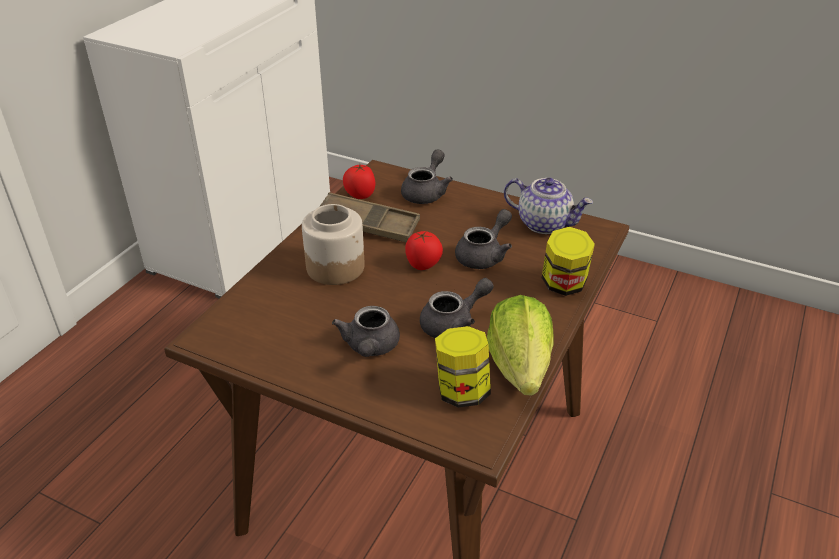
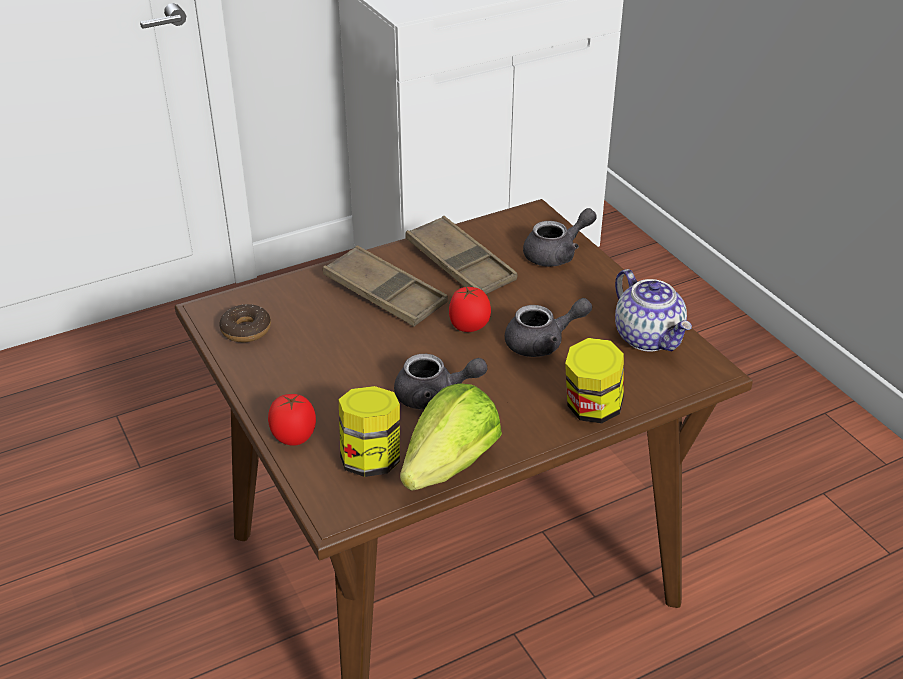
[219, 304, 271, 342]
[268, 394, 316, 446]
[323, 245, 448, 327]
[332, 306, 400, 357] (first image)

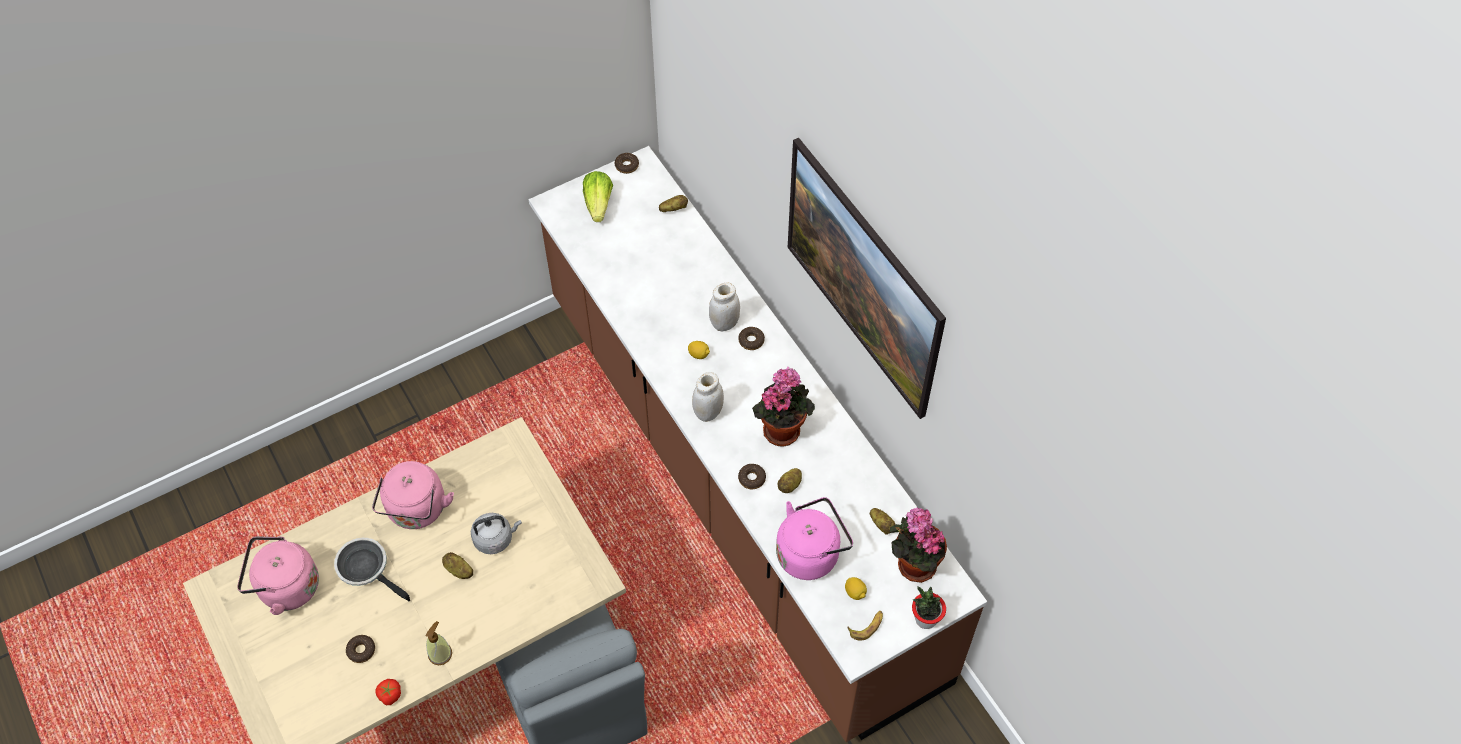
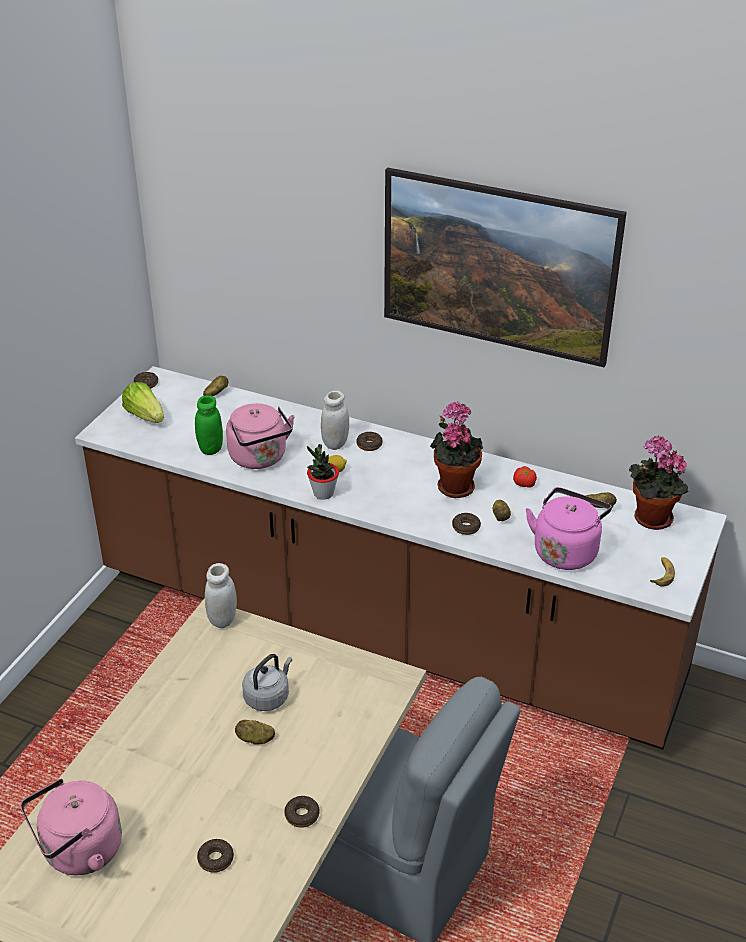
[195, 395, 223, 455]
[205, 563, 237, 628]
[226, 403, 295, 469]
[284, 796, 320, 828]
[307, 444, 339, 500]
[513, 466, 537, 488]
[334, 538, 410, 601] (first image)
[845, 577, 867, 600] (first image)

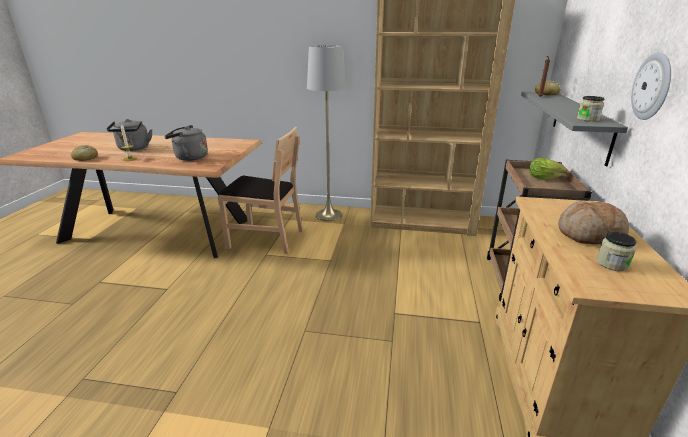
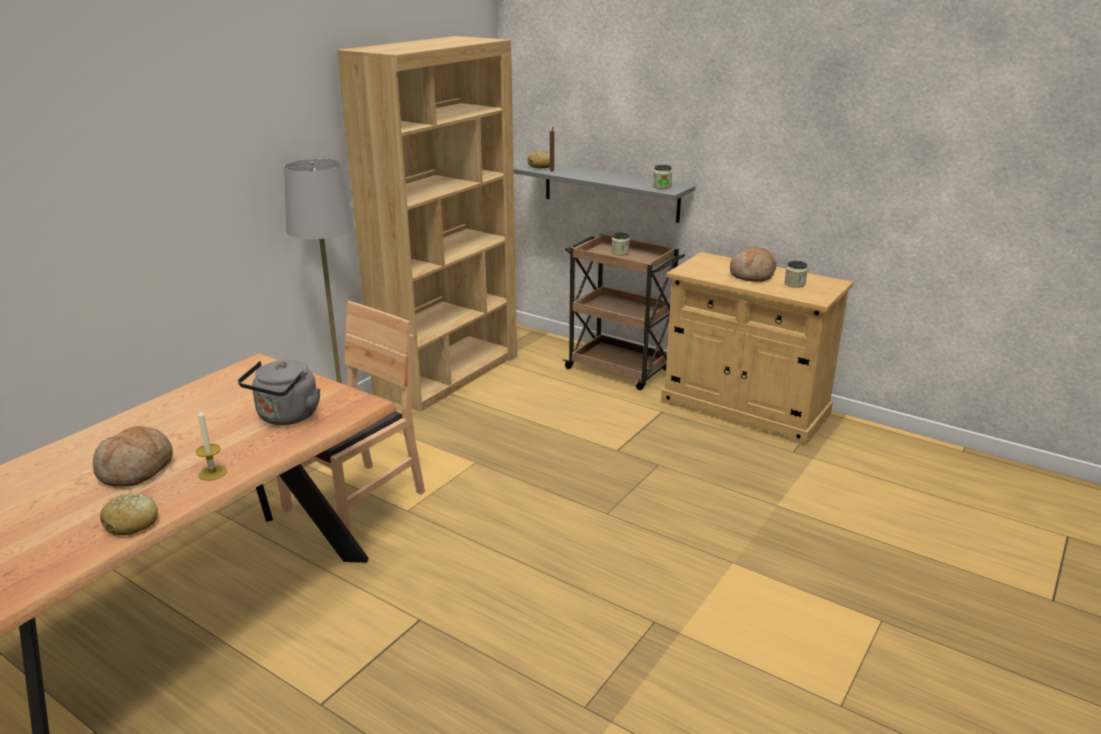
[93, 426, 173, 487]
[611, 232, 630, 256]
[631, 52, 671, 120] (first image)

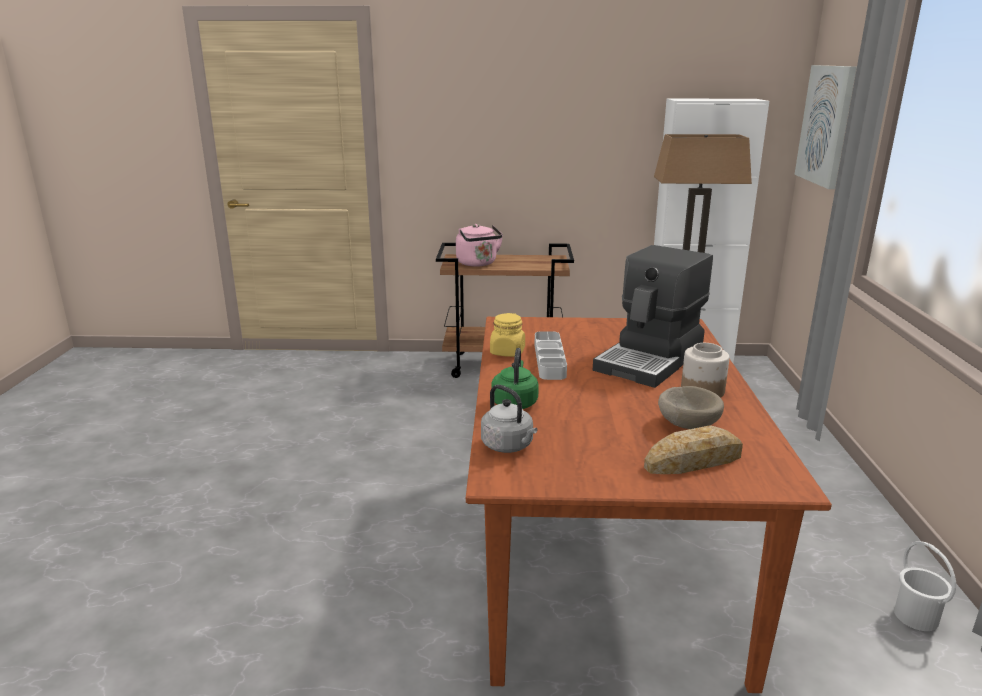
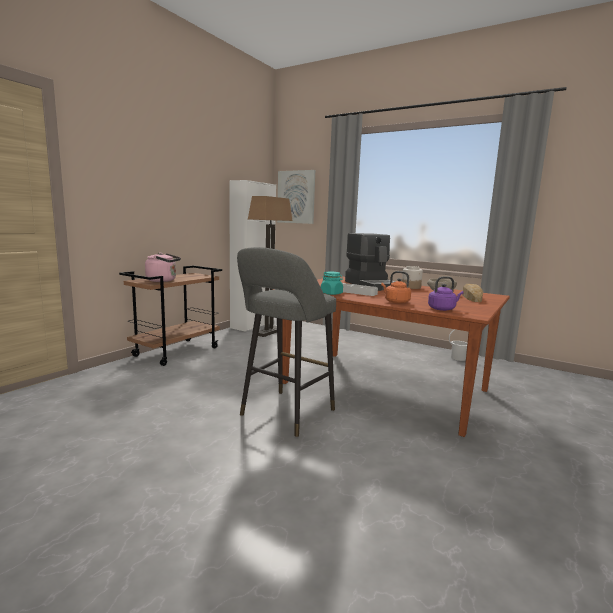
[237, 247, 336, 437]
[321, 271, 343, 295]
[381, 271, 411, 303]
[428, 276, 464, 311]

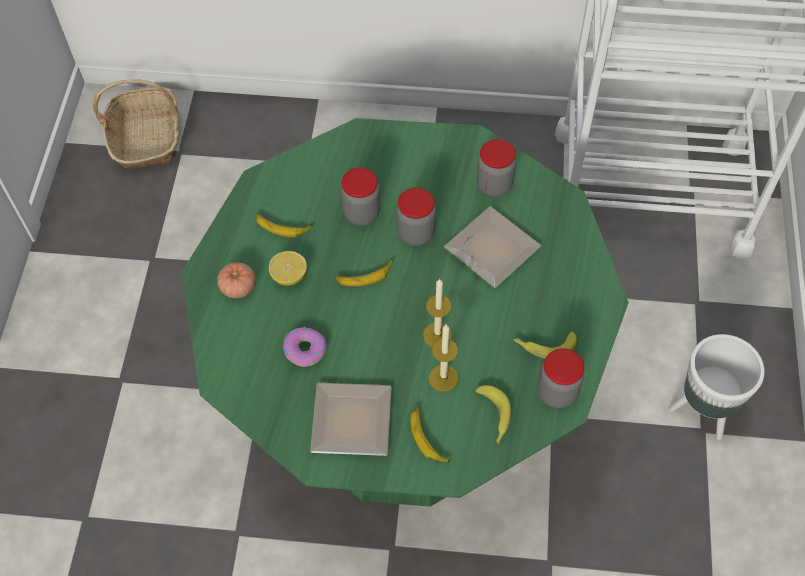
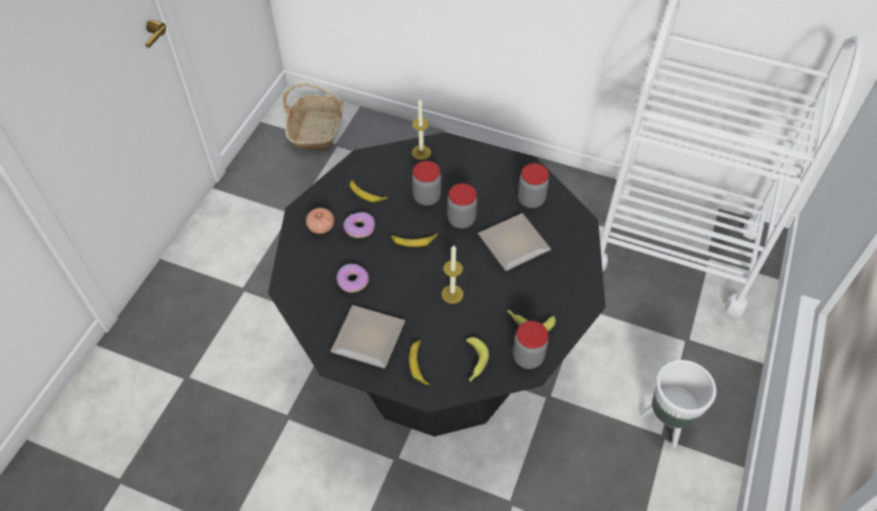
[268, 132, 606, 437]
[343, 212, 375, 238]
[412, 99, 431, 160]

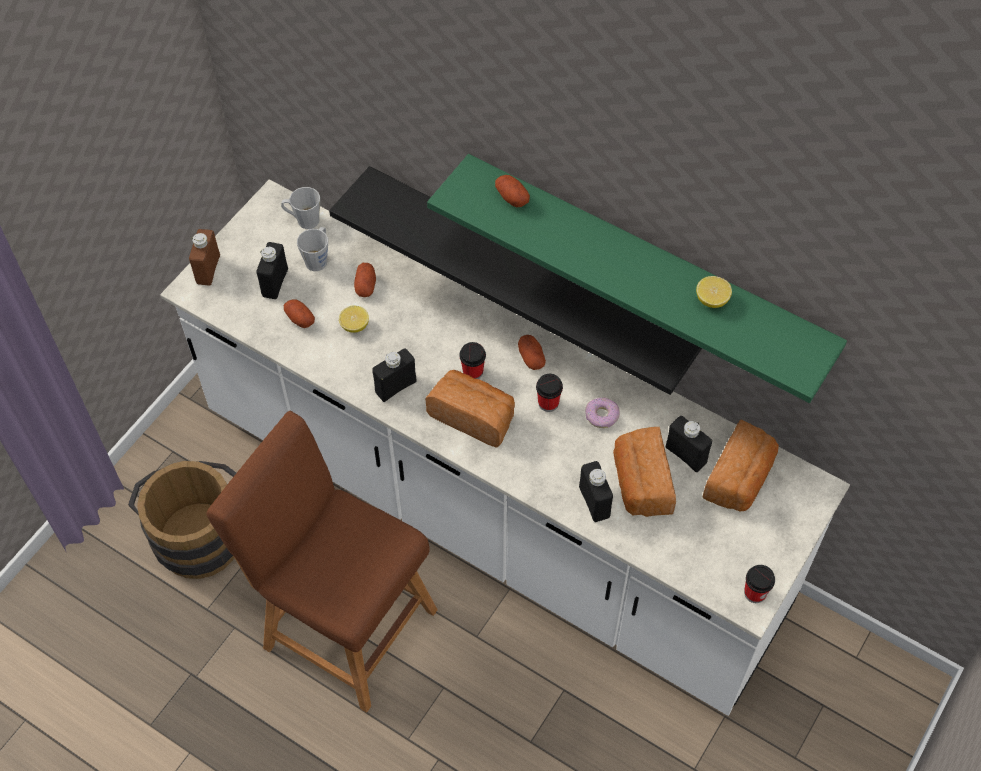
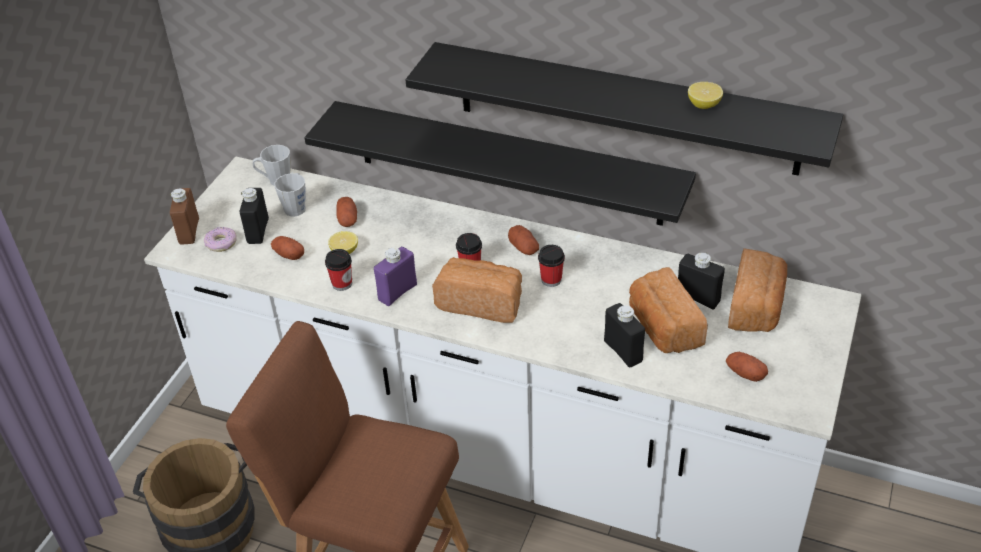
[204, 227, 237, 252]
[325, 249, 352, 291]
[374, 247, 417, 306]
[406, 42, 843, 176]
[726, 352, 768, 382]

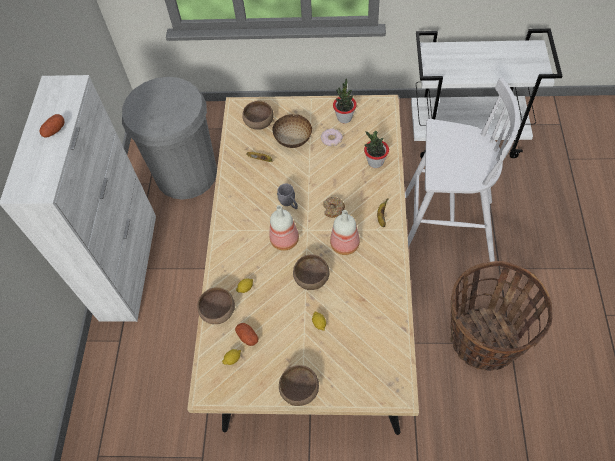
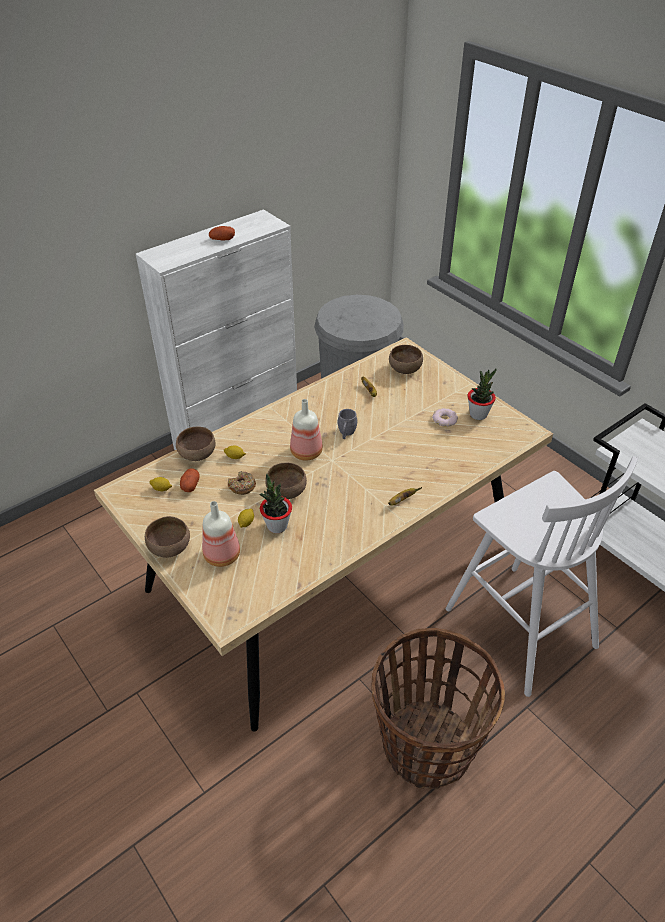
[202, 501, 240, 567]
[228, 471, 256, 495]
[259, 474, 292, 533]
[273, 114, 312, 148] (first image)

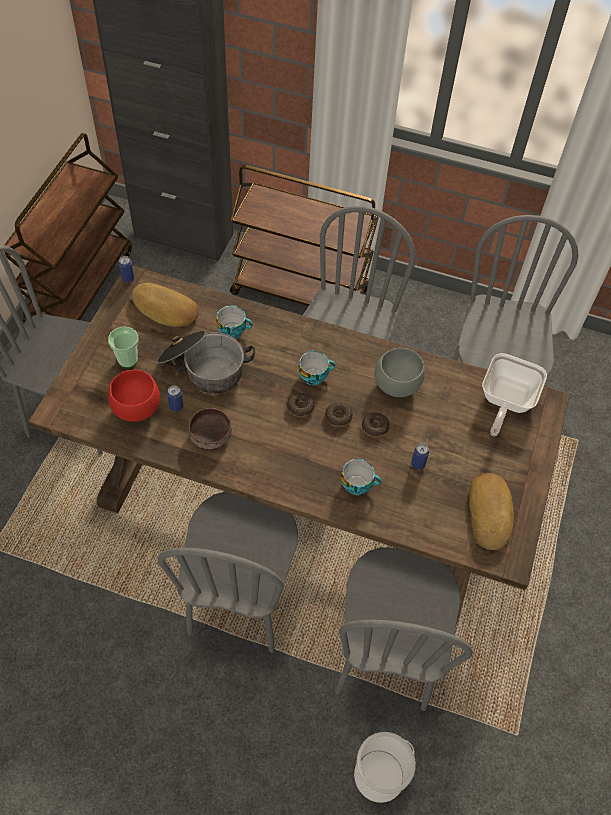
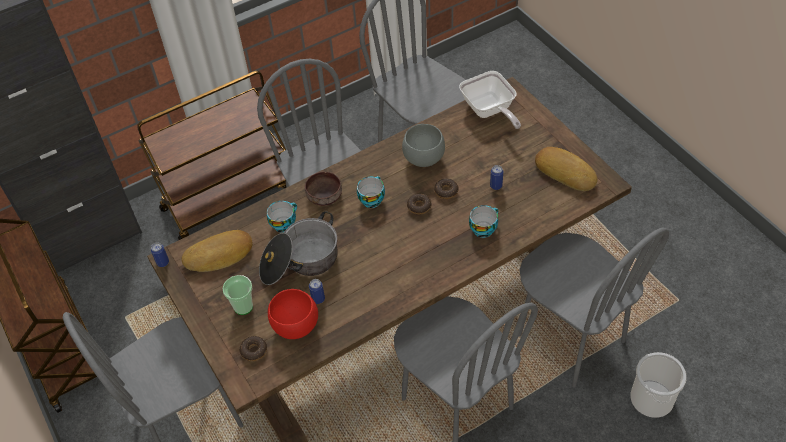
[239, 336, 267, 361]
[305, 171, 342, 206]

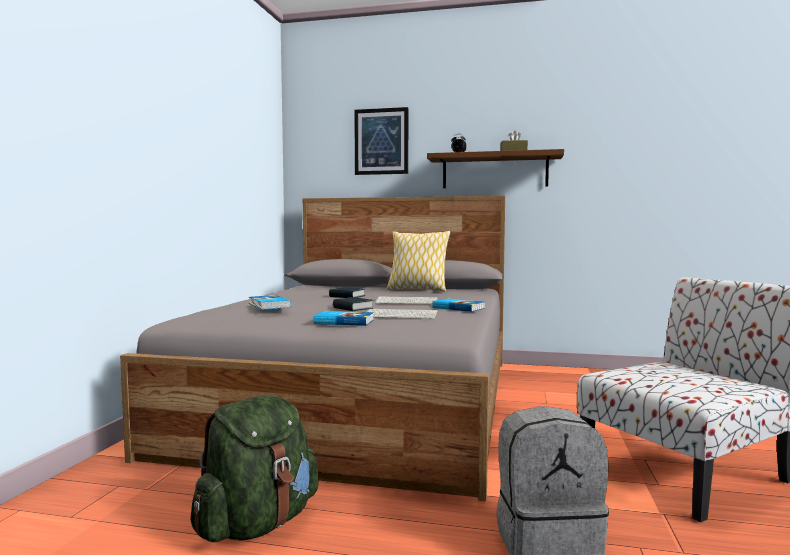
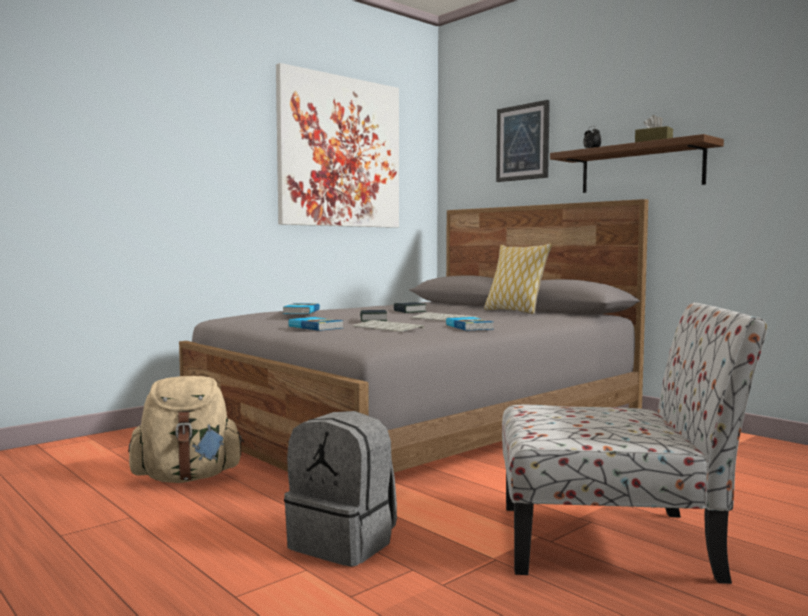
[128, 376, 244, 483]
[276, 63, 399, 228]

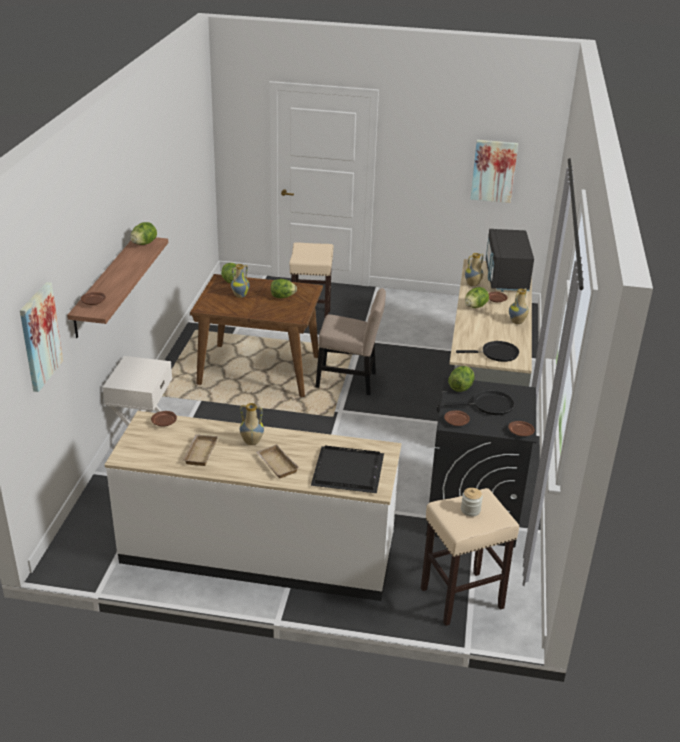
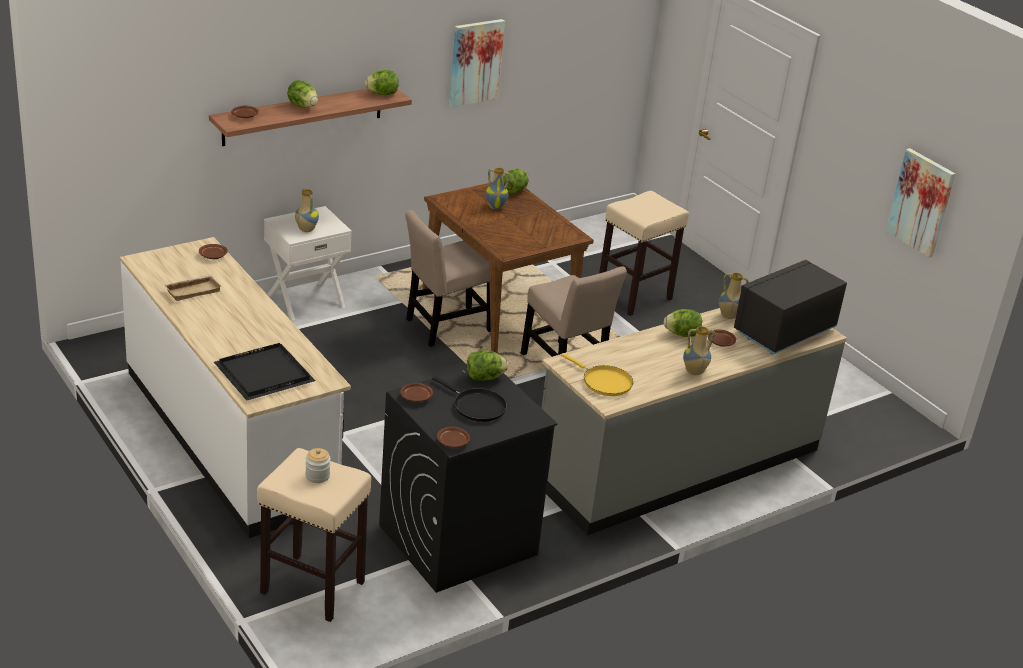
[287, 80, 318, 108]
[295, 188, 319, 232]
[405, 210, 491, 347]
[449, 19, 505, 107]
[561, 353, 633, 396]
[256, 444, 300, 478] (first image)

